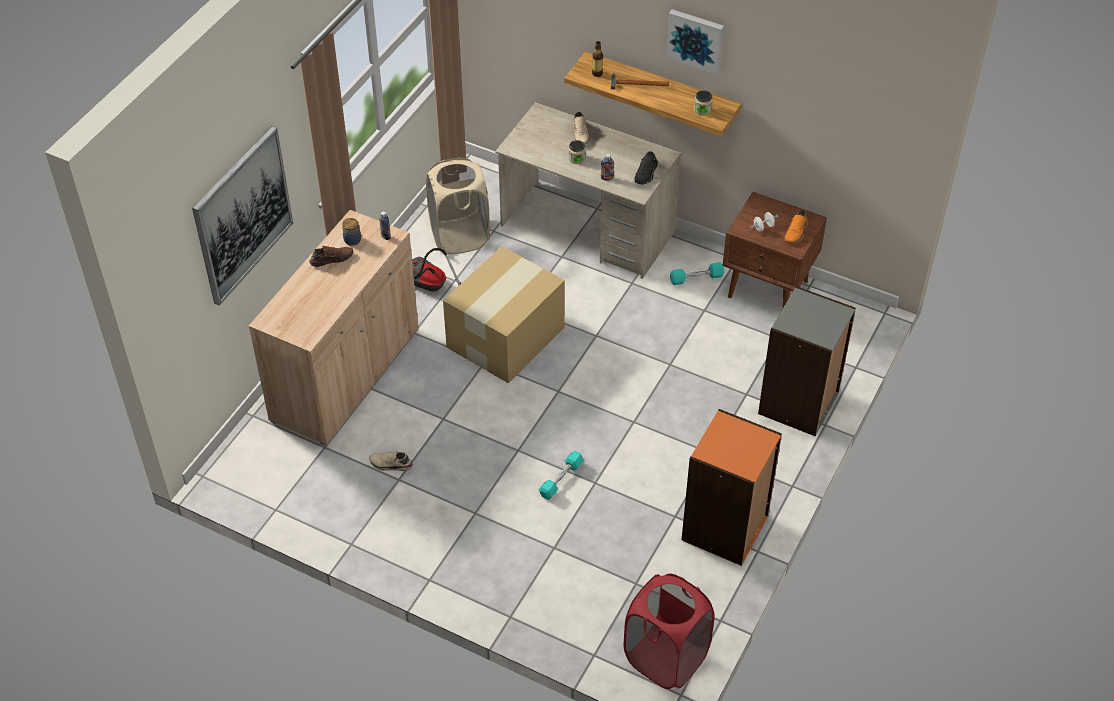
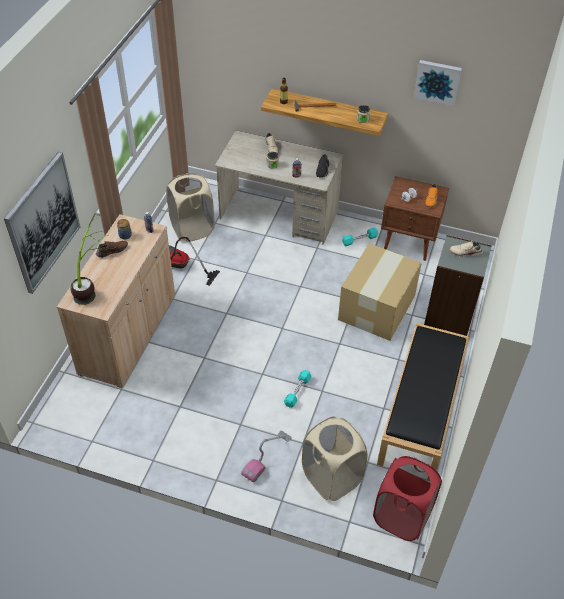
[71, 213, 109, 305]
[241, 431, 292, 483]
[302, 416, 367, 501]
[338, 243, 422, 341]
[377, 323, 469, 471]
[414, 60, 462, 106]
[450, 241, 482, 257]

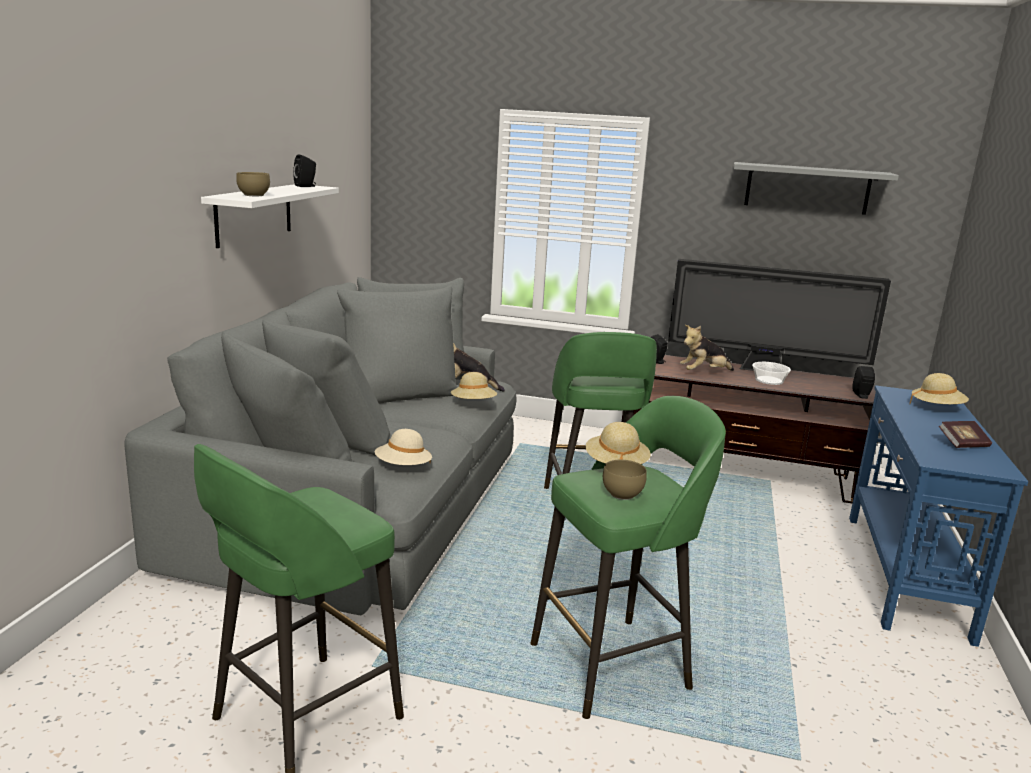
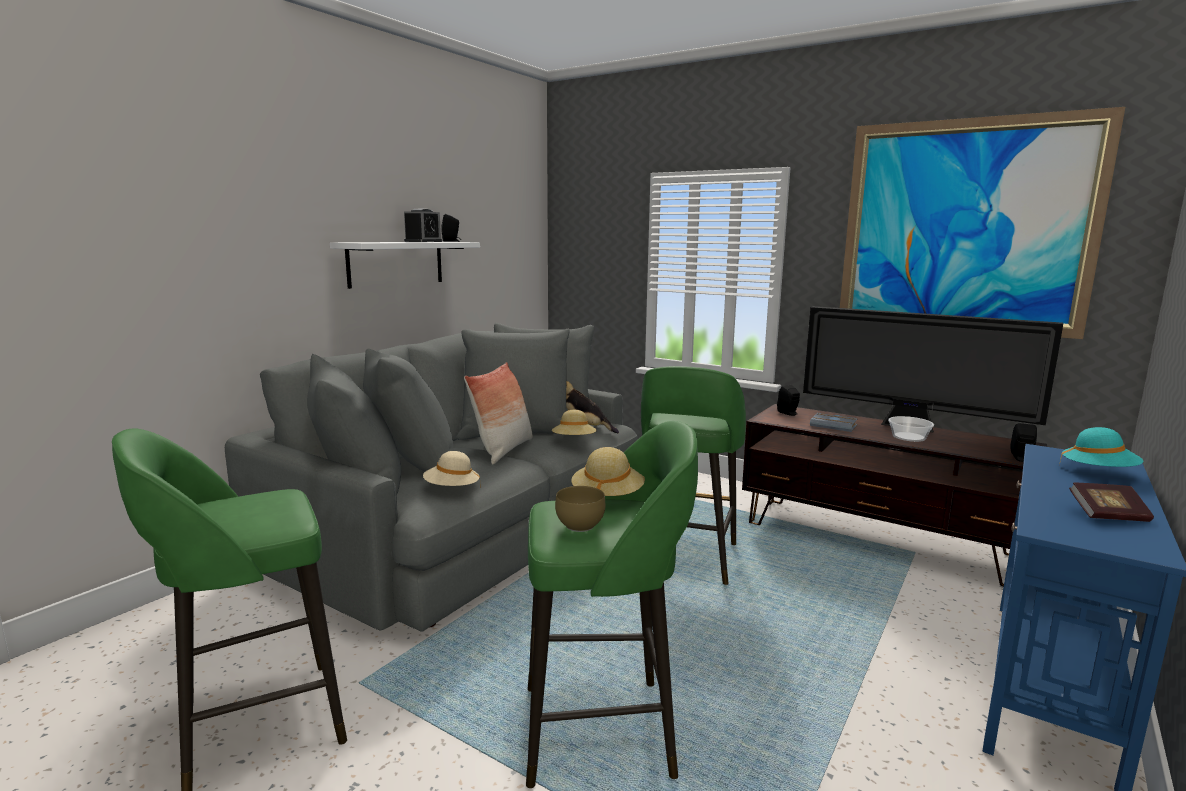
[404, 209, 442, 242]
[464, 362, 533, 465]
[810, 413, 858, 432]
[840, 107, 1125, 339]
[1059, 427, 1143, 467]
[236, 172, 270, 196] (first image)

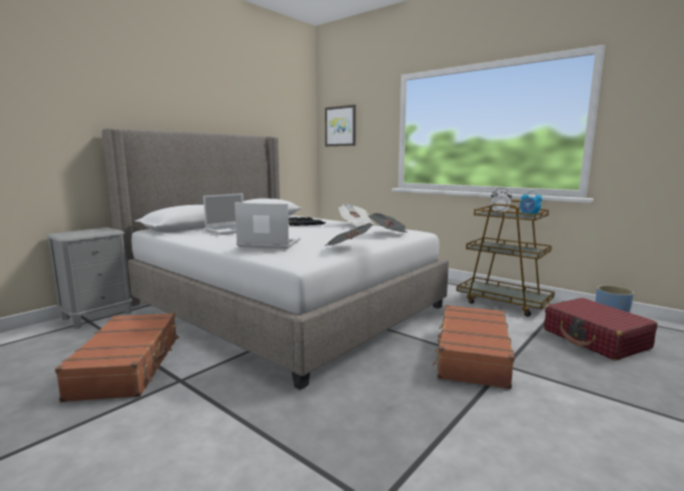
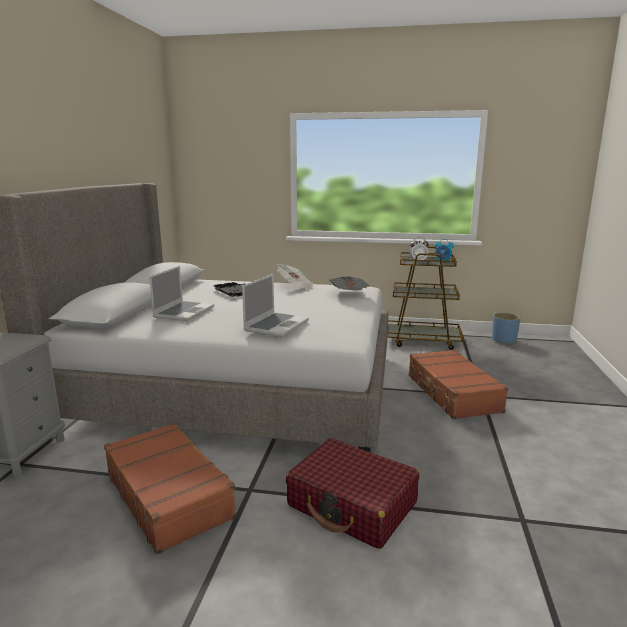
[242, 274, 309, 337]
[286, 438, 419, 549]
[324, 223, 374, 246] (first image)
[325, 105, 356, 146] (first image)

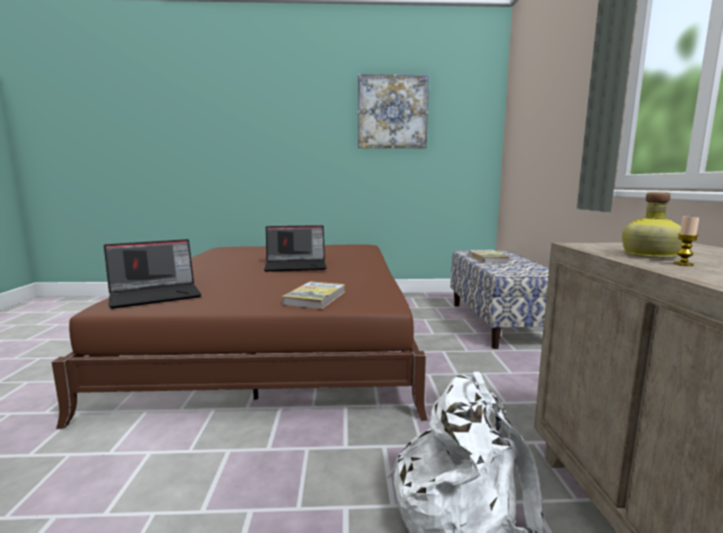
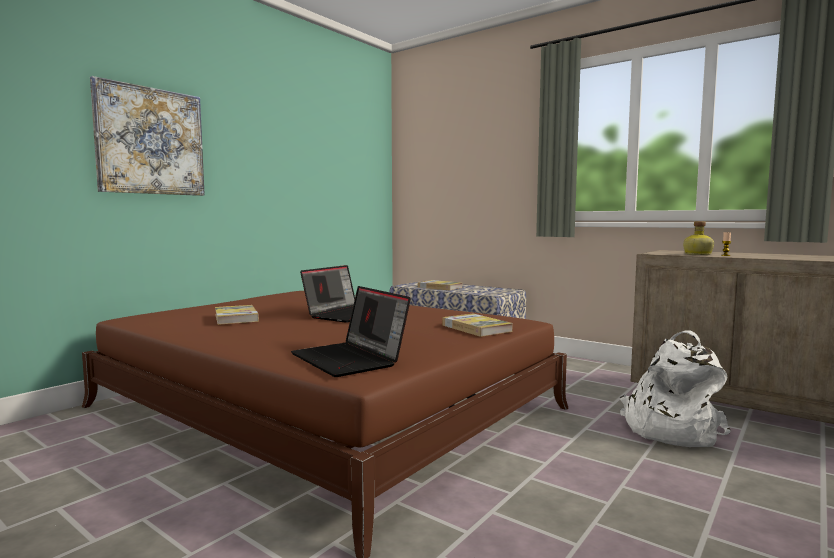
[90, 76, 205, 196]
[215, 305, 259, 325]
[291, 286, 411, 377]

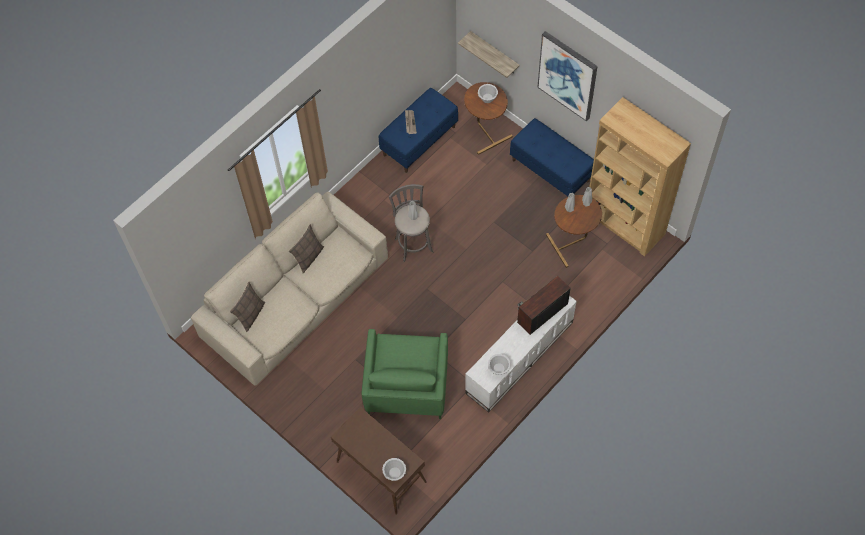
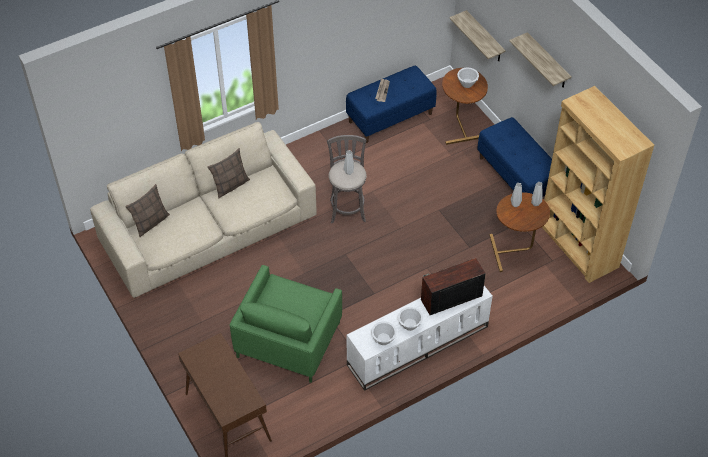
[398, 307, 423, 331]
[509, 32, 572, 88]

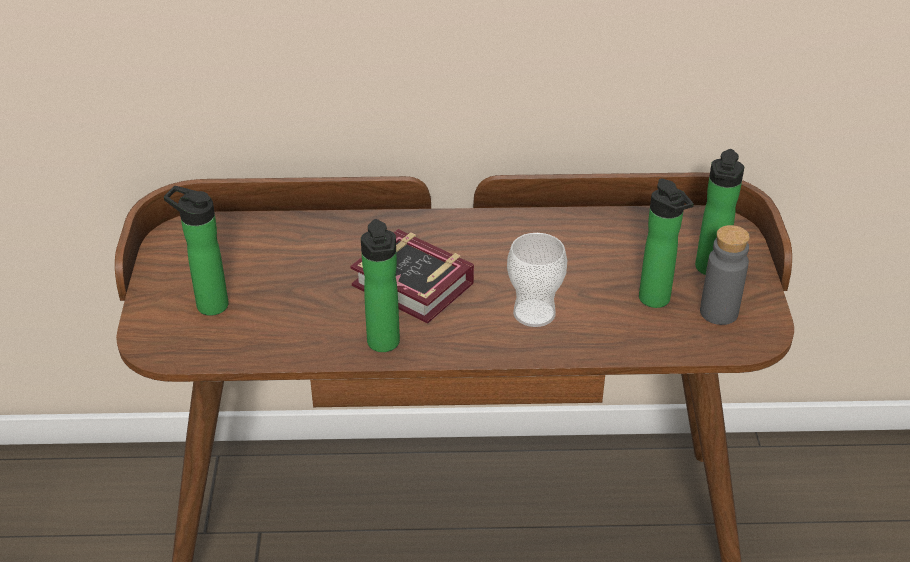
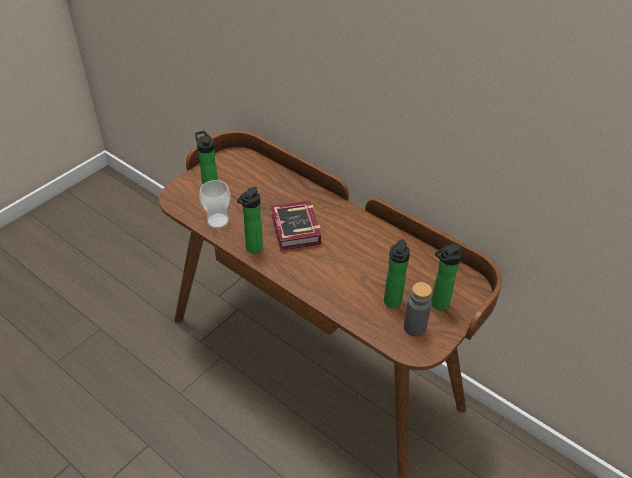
[199, 180, 231, 228]

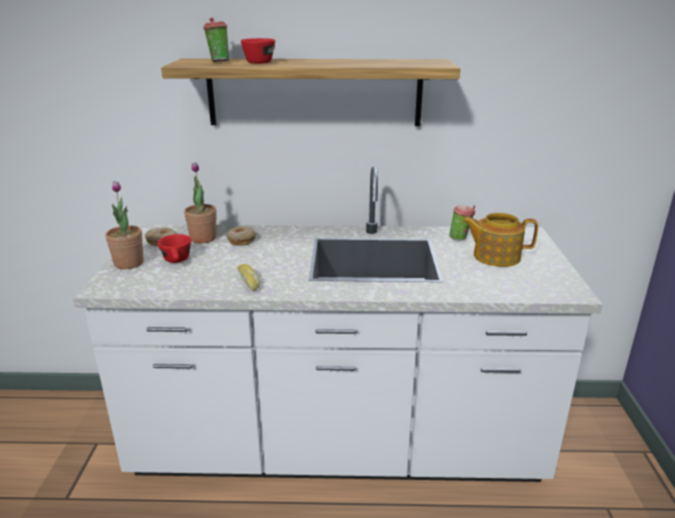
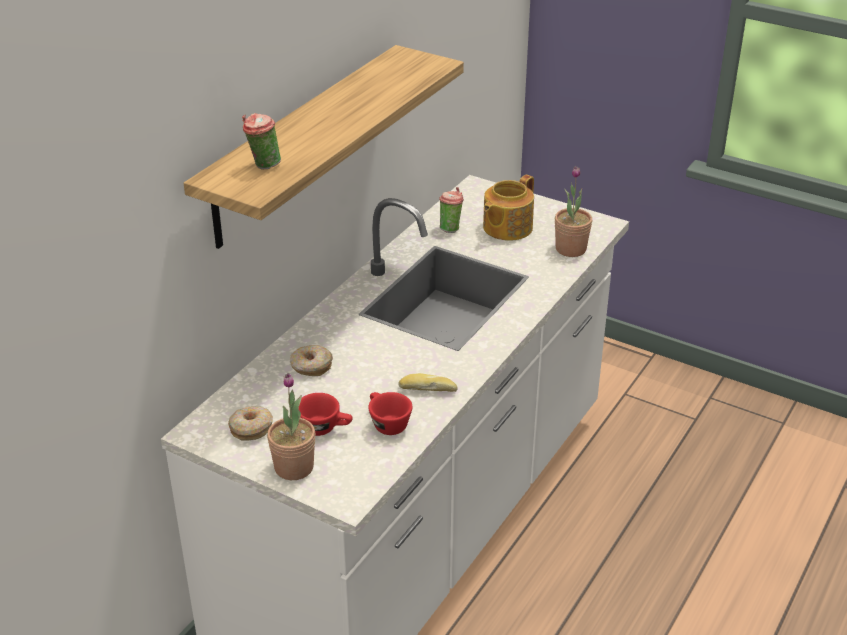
[368, 392, 412, 435]
[555, 166, 592, 257]

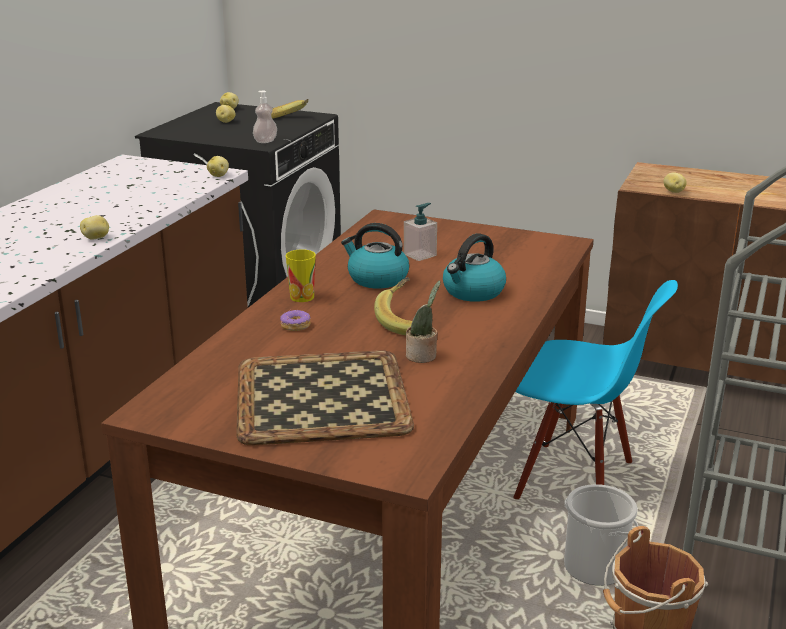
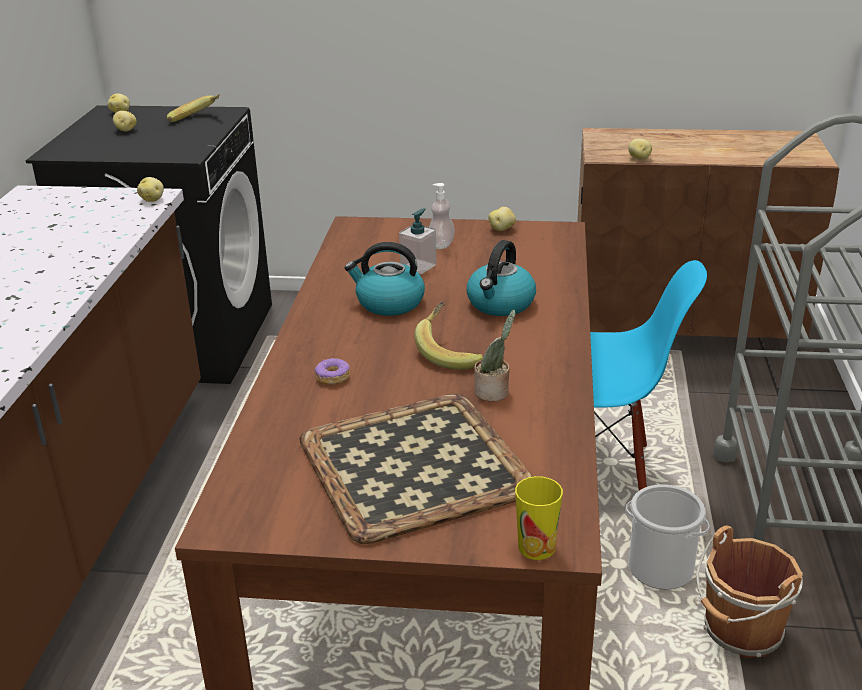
[429, 183, 455, 249]
[489, 207, 516, 231]
[515, 476, 563, 560]

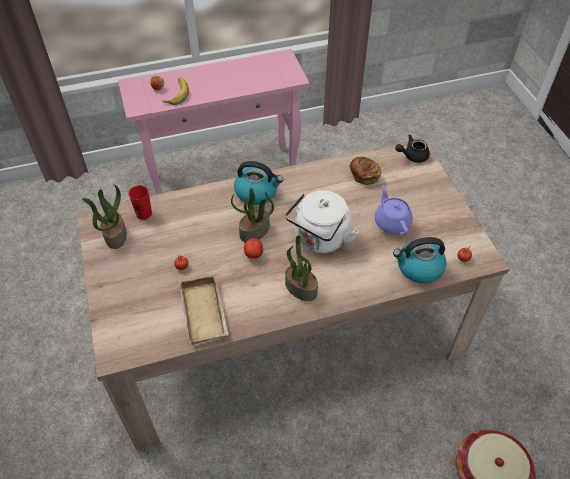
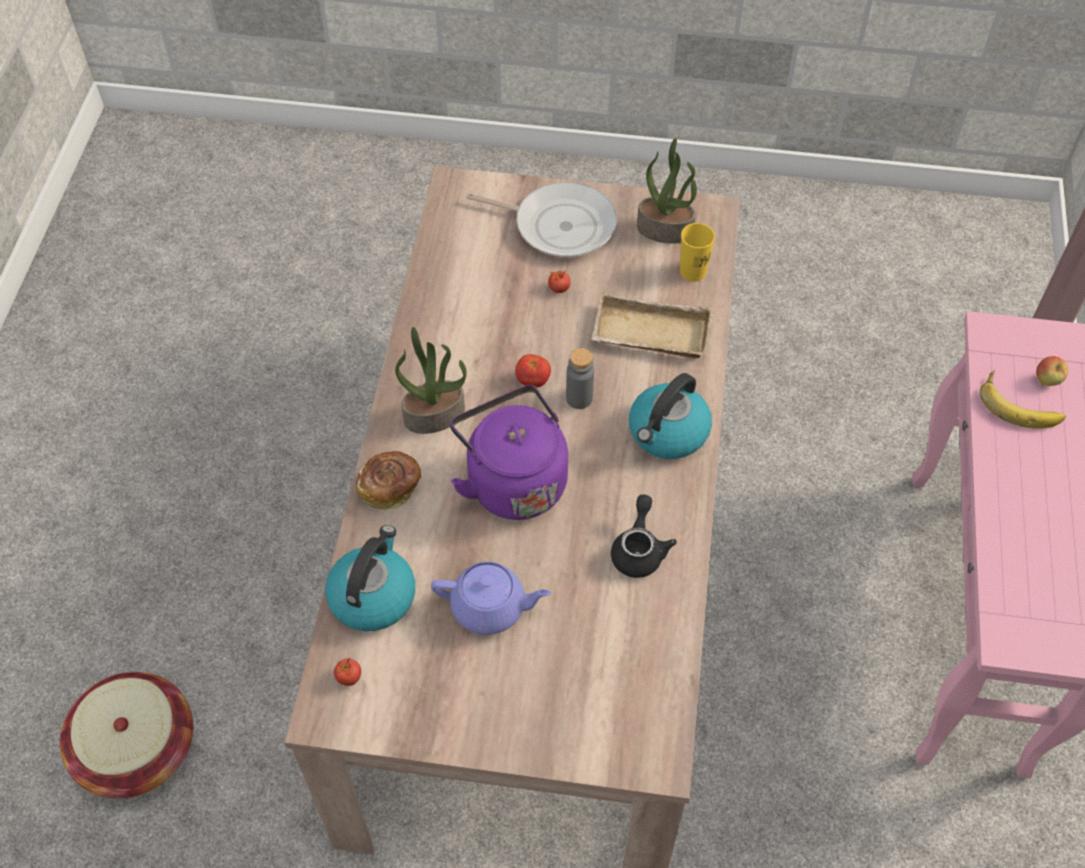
[356, 451, 421, 511]
[450, 385, 568, 520]
[466, 182, 616, 257]
[566, 348, 594, 409]
[591, 293, 714, 358]
[611, 495, 677, 578]
[680, 223, 715, 282]

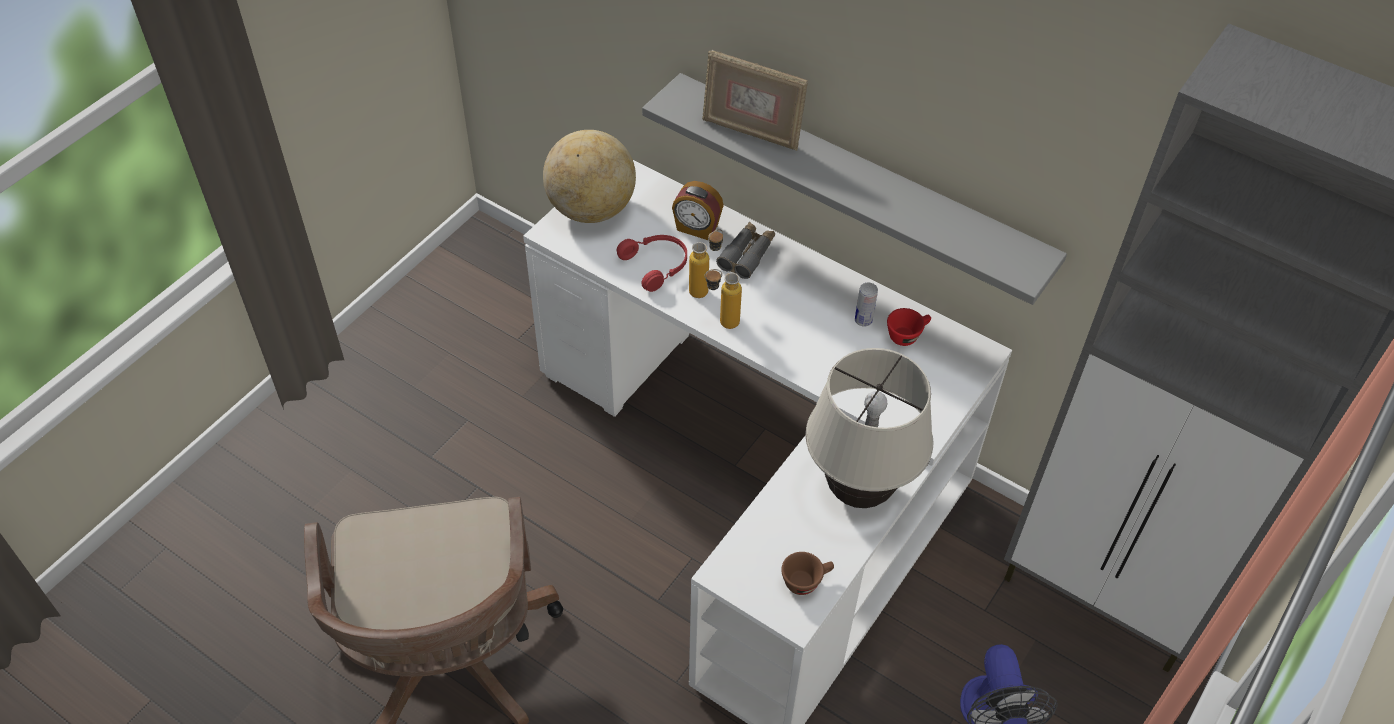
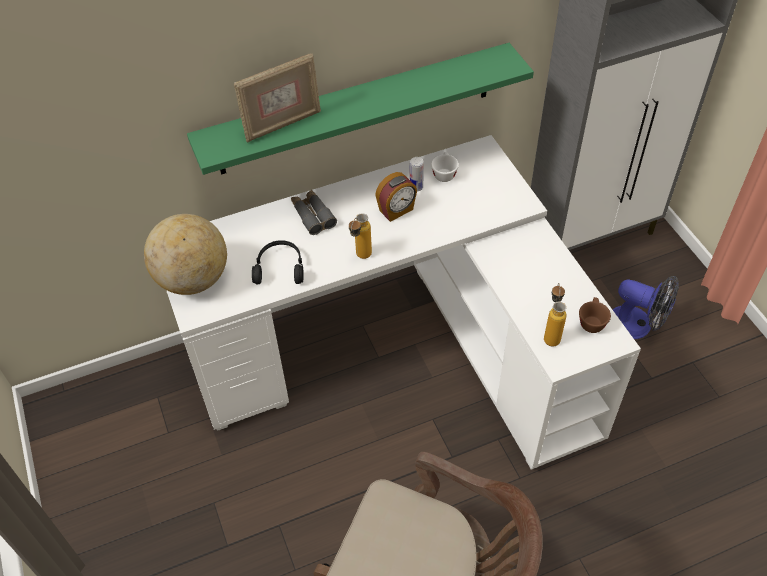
[187, 43, 534, 175]
[252, 240, 304, 284]
[375, 172, 417, 222]
[431, 152, 459, 182]
[544, 283, 567, 346]
[805, 348, 934, 508] (first image)

